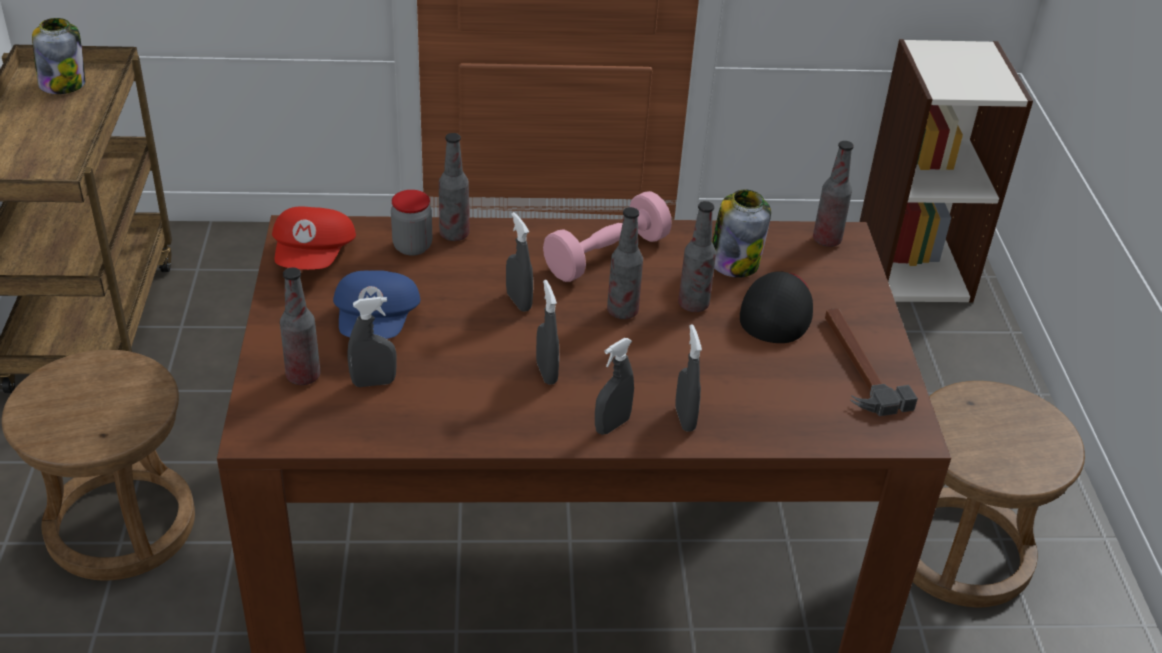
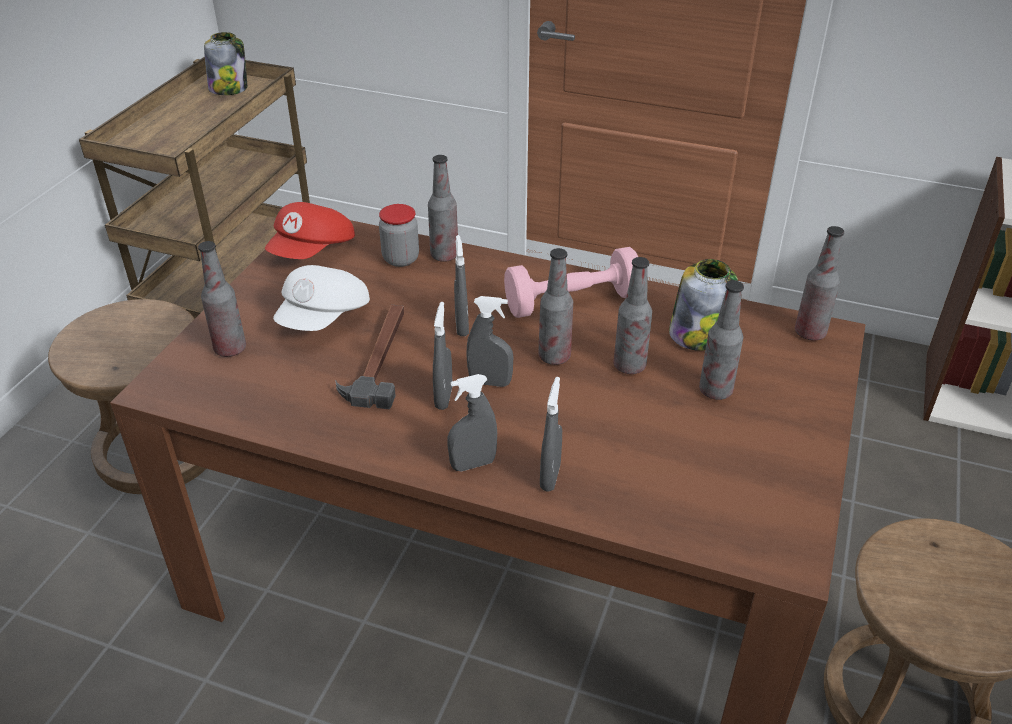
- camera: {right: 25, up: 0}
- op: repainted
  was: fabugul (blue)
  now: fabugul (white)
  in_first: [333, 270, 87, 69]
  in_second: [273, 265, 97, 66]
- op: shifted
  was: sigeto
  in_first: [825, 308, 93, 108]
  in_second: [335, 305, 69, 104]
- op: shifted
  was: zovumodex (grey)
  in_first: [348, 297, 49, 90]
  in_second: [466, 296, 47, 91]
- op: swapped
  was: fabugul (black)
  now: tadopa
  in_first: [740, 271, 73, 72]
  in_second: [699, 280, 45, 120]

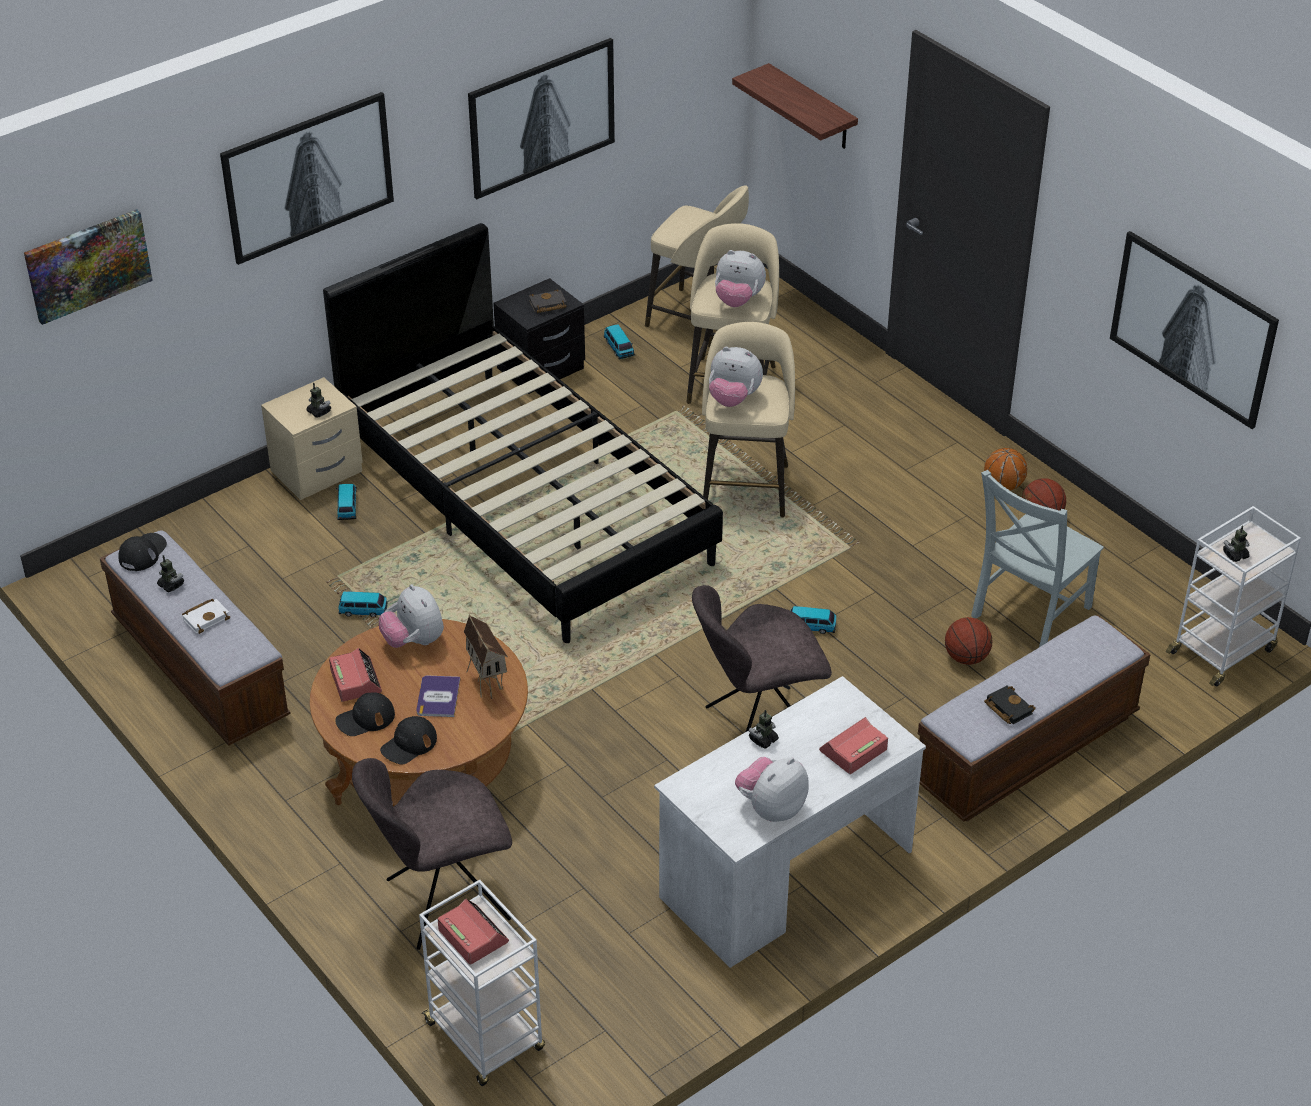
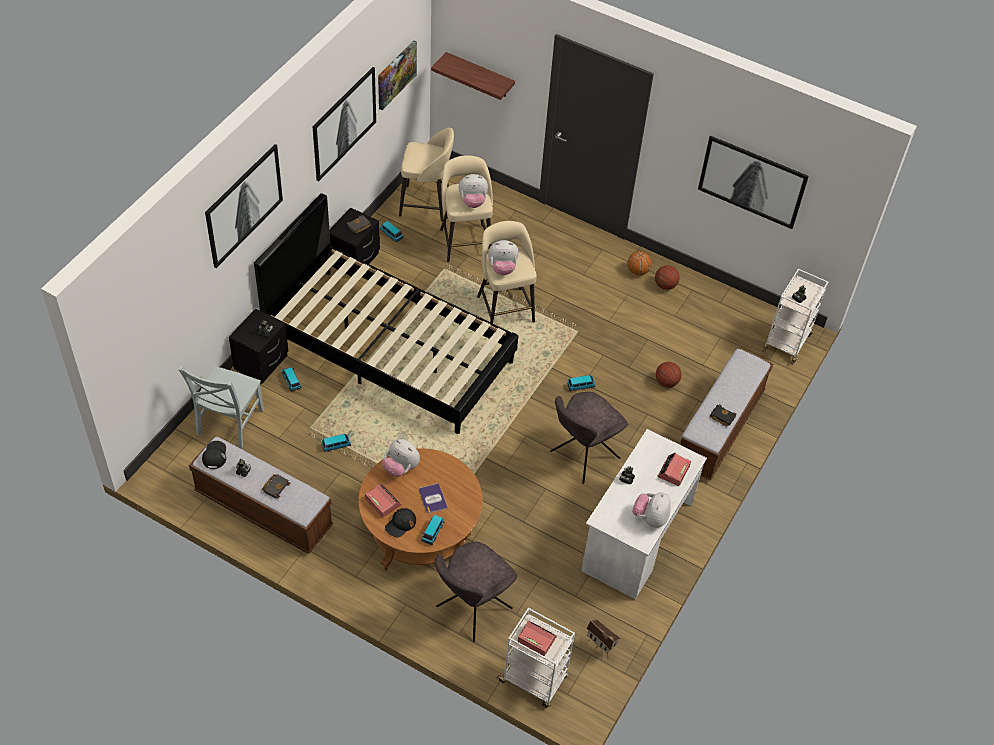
- camera: {right: -25, up: 10}
- op: shifted
  was: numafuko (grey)
  in_first: [971, 470, 133, 177]
  in_second: [178, 366, 86, 83]
- op: repainted
  was: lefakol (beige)
  now: lefakol (black)
  in_first: [261, 377, 102, 123]
  in_second: [229, 309, 59, 75]
- op: repainted
  was: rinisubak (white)
  now: rinisubak (black)
  in_first: [182, 599, 48, 35]
  in_second: [262, 474, 29, 25]
- op: shifted
  was: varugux
  in_first: [24, 209, 129, 116]
  in_second: [378, 40, 39, 70]
- op: swapped
  was: fabugul (black)
  now: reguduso
  in_first: [380, 716, 57, 48]
  in_second: [421, 515, 24, 30]
- op: shifted
  was: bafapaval
  in_first: [464, 615, 44, 84]
  in_second: [586, 619, 35, 39]

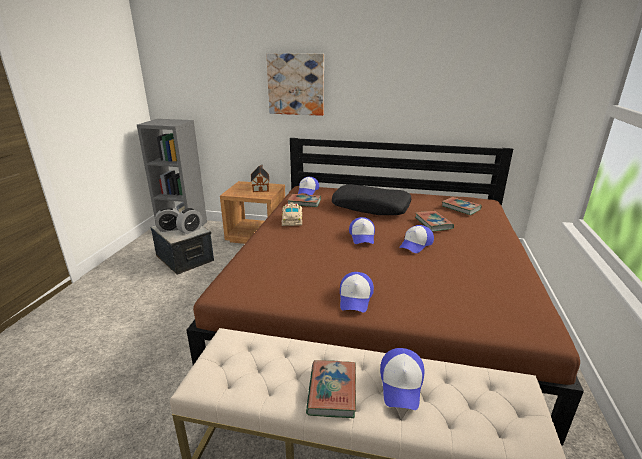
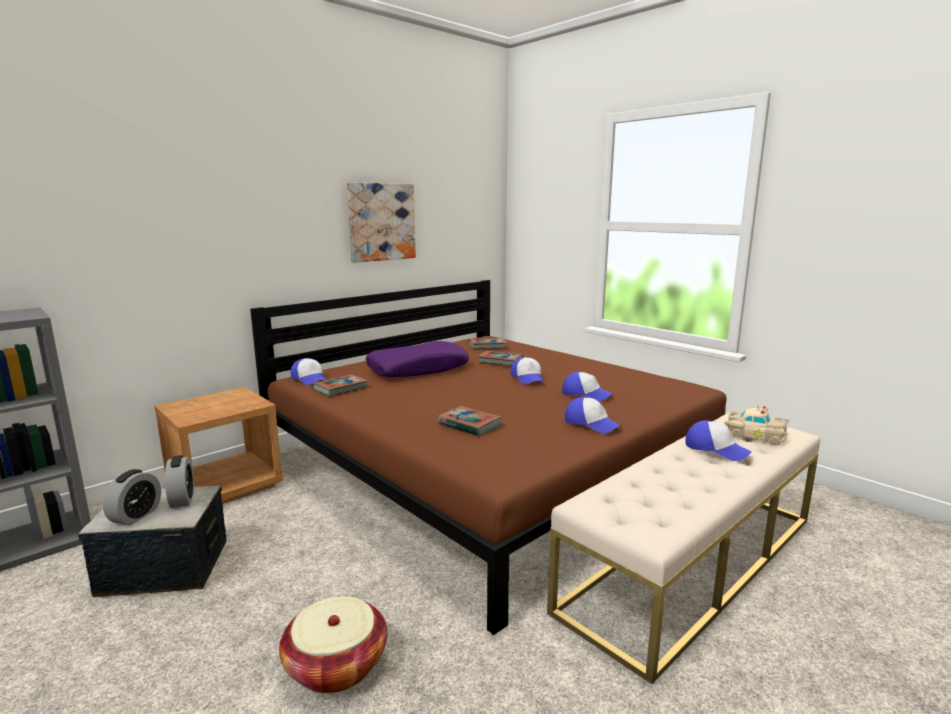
- camera: {right: -55, up: -10}
- op: new
  now: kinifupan
  in_second: [279, 596, 108, 97]
- op: shifted
  was: varugux
  in_first: [266, 53, 58, 63]
  in_second: [347, 182, 69, 80]
- op: repainted
  was: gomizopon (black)
  now: gomizopon (purple)
  in_first: [332, 184, 79, 31]
  in_second: [366, 341, 103, 36]
- op: shifted
  was: rinisubak
  in_first: [306, 360, 50, 58]
  in_second: [437, 406, 65, 30]
- op: shifted
  was: fabugul
  in_first: [349, 217, 26, 27]
  in_second: [562, 372, 51, 29]
- op: shifted
  was: reguduso (beige)
  in_first: [282, 202, 20, 24]
  in_second: [724, 405, 65, 40]
- op: gone
  was: bafapaval
  in_first: [251, 165, 19, 27]

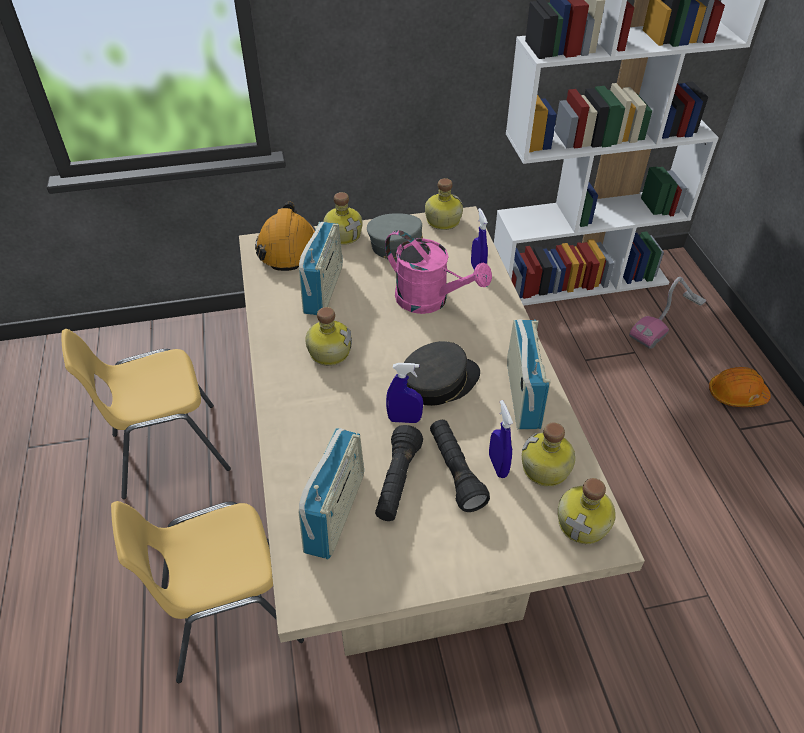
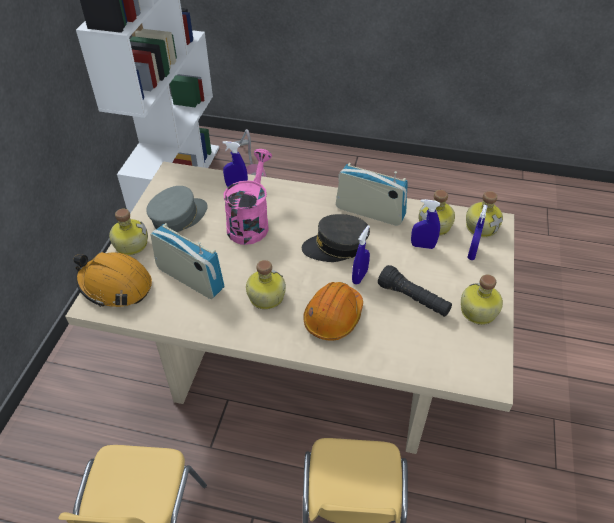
- camera: {right: -65, up: 0}
- op: rotated
  was: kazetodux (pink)
  in_first: [385, 230, 107, 84]
  in_second: [224, 149, 48, 96]
  clockwise: -45
- op: rotated
  was: fabugul (grey)
  in_first: [404, 341, 76, 65]
  in_second: [302, 214, 68, 48]
  clockwise: -90
- op: shifted
  was: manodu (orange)
  in_first: [709, 367, 62, 40]
  in_second: [303, 282, 60, 59]
- op: shifted
  was: tadopa
  in_first: [425, 178, 38, 52]
  in_second: [461, 275, 42, 50]
- op: new
  now: zovumodex (blue)
  in_second: [467, 205, 20, 55]
- op: gone
  was: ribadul
  in_first: [298, 428, 66, 131]
- op: gone
  was: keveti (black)
  in_first: [430, 420, 60, 92]

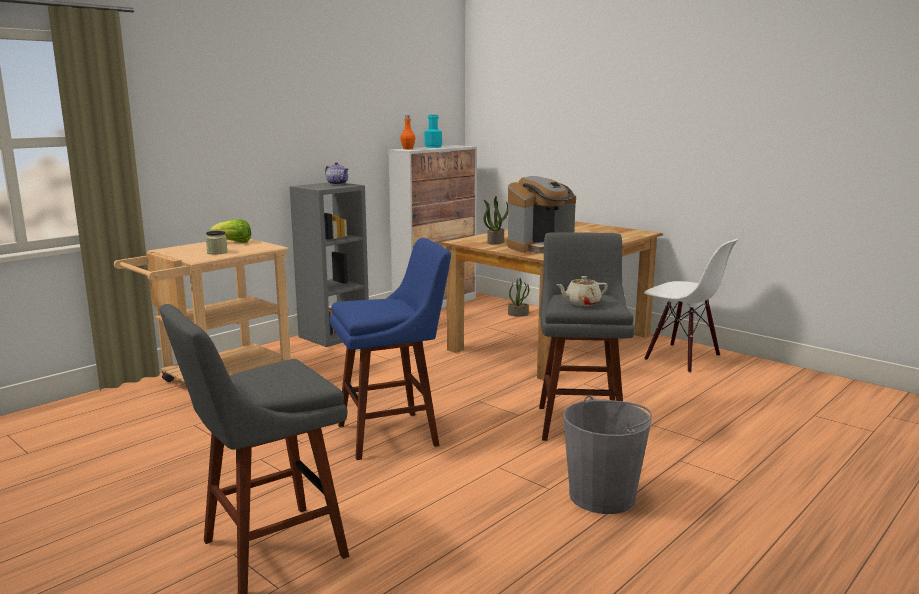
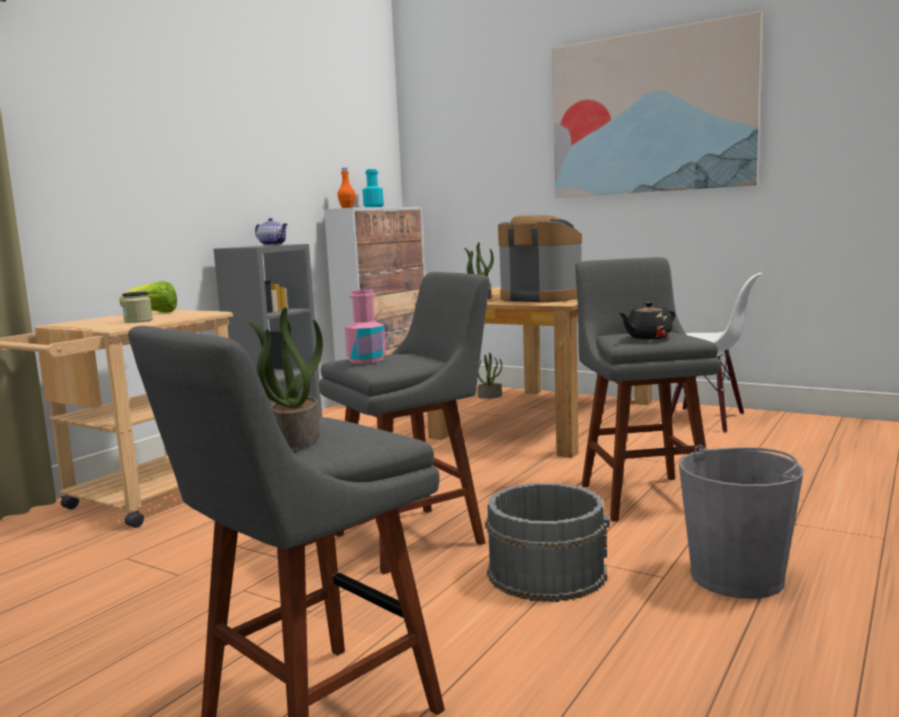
- camera: {right: -10, up: -5}
- op: new
  now: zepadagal
  in_second: [249, 307, 74, 141]
- op: repainted
  was: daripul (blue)
  now: daripul (grey)
  in_first: [330, 238, 121, 222]
  in_second: [319, 272, 170, 303]
- op: new
  now: tadopa (pink)
  in_second: [345, 289, 41, 75]
- op: new
  now: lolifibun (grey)
  in_second: [485, 483, 125, 119]
- op: rotated
  was: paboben
  in_first: [507, 176, 69, 78]
  in_second: [498, 213, 84, 89]
  clockwise: -105
- op: new
  now: varugux
  in_second: [553, 11, 209, 186]
- op: repainted
  was: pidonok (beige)
  now: pidonok (black)
  in_first: [556, 276, 52, 30]
  in_second: [619, 302, 56, 37]

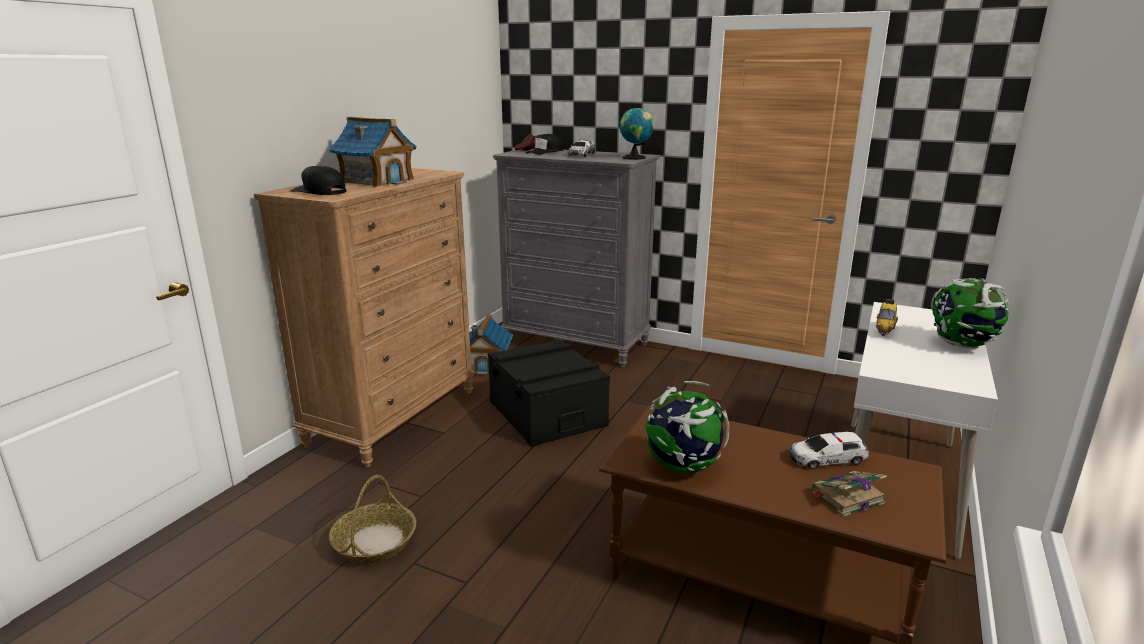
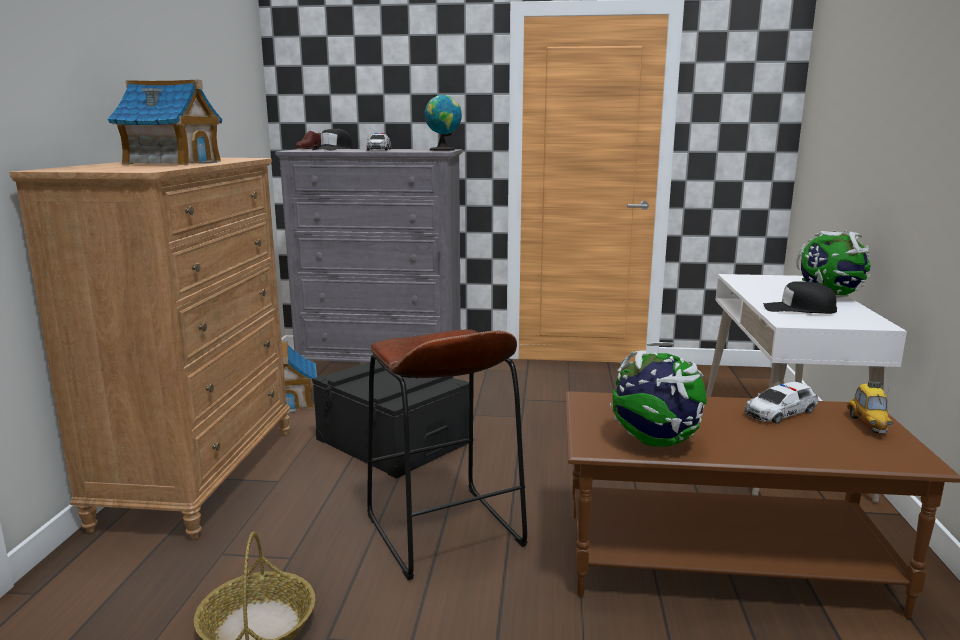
- camera: {right: -20, up: -5}
- op: new
  now: daripul (brown)
  in_second: [367, 329, 160, 251]
- op: shifted
  was: fabugul (black)
  in_first: [291, 166, 55, 29]
  in_second: [763, 281, 74, 33]
- op: shifted
  was: reguduso
  in_first: [876, 299, 22, 37]
  in_second: [847, 381, 46, 52]
- op: gone
  was: rinisubak
  in_first: [809, 471, 78, 45]

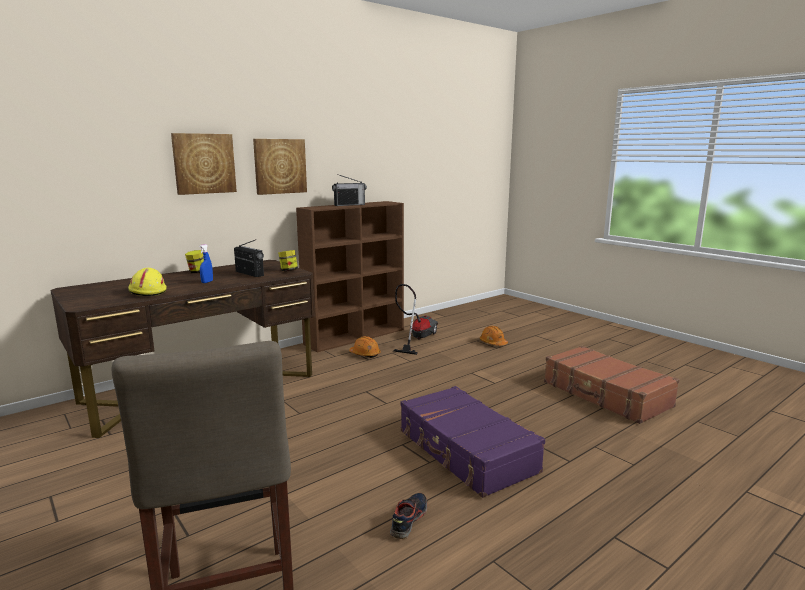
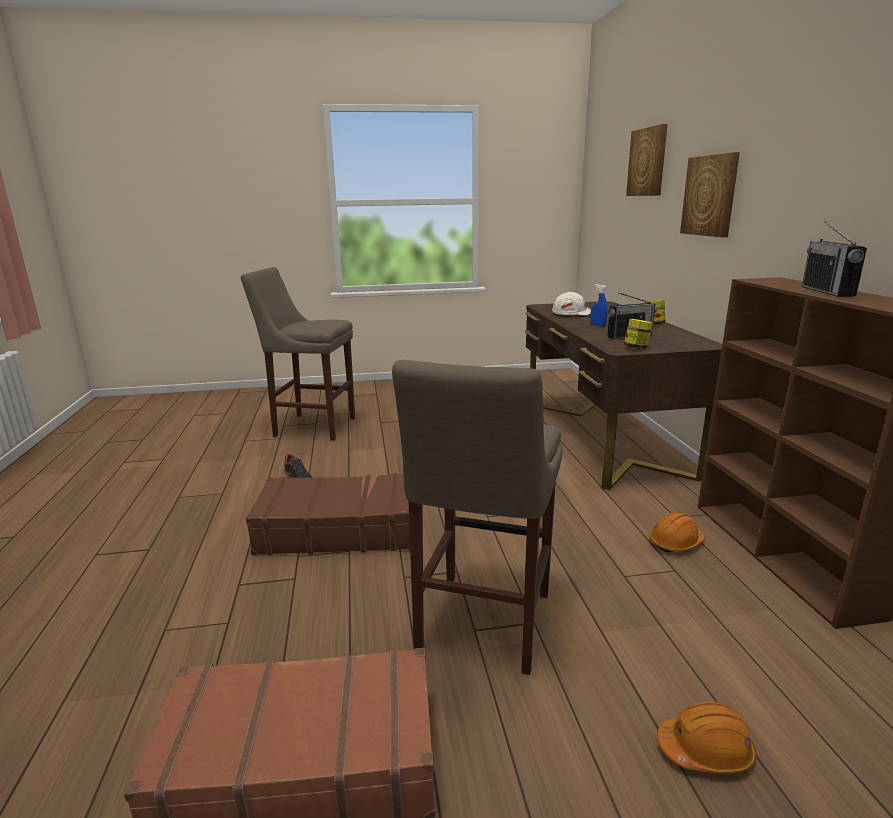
- camera: {right: 120, up: 5}
- op: repainted
  was: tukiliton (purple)
  now: tukiliton (brown)
  in_first: [401, 386, 144, 112]
  in_second: [246, 473, 164, 82]
- op: new
  now: daripul (beige)
  in_second: [392, 360, 171, 315]
- op: repainted
  was: manodu (yellow)
  now: manodu (white)
  in_first: [128, 268, 39, 28]
  in_second: [552, 292, 39, 25]
- op: shifted
  was: varugux
  in_first: [253, 139, 54, 56]
  in_second: [626, 124, 41, 72]
- op: gone
  was: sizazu
  in_first: [393, 284, 45, 71]

